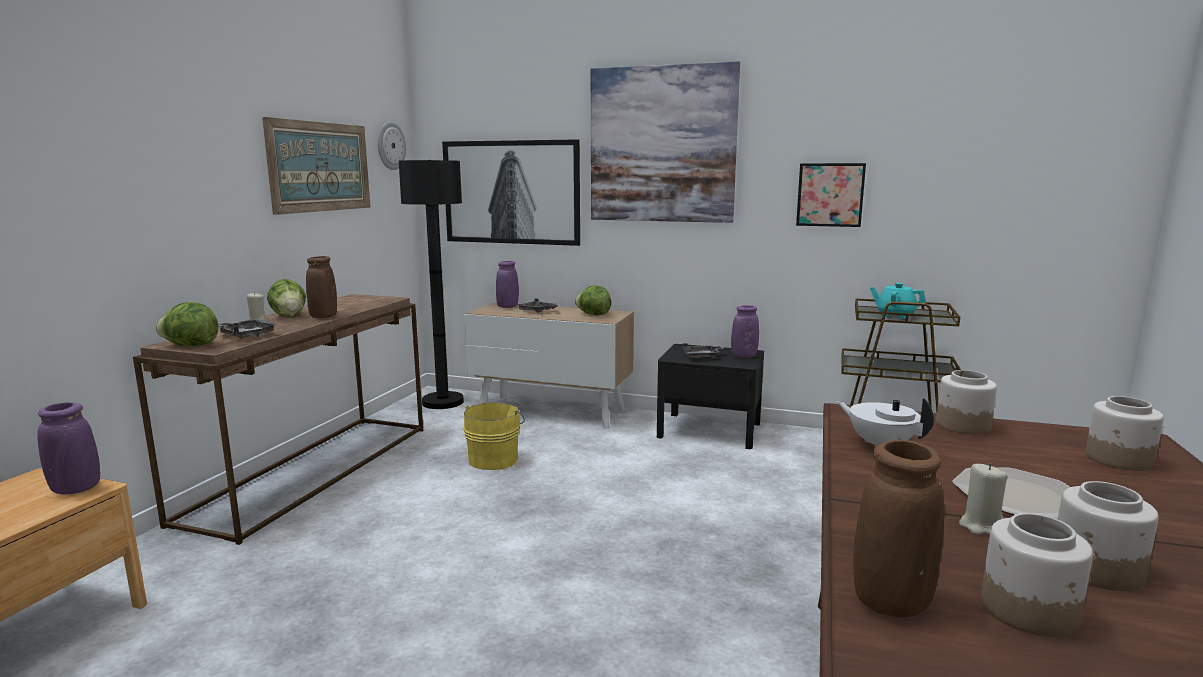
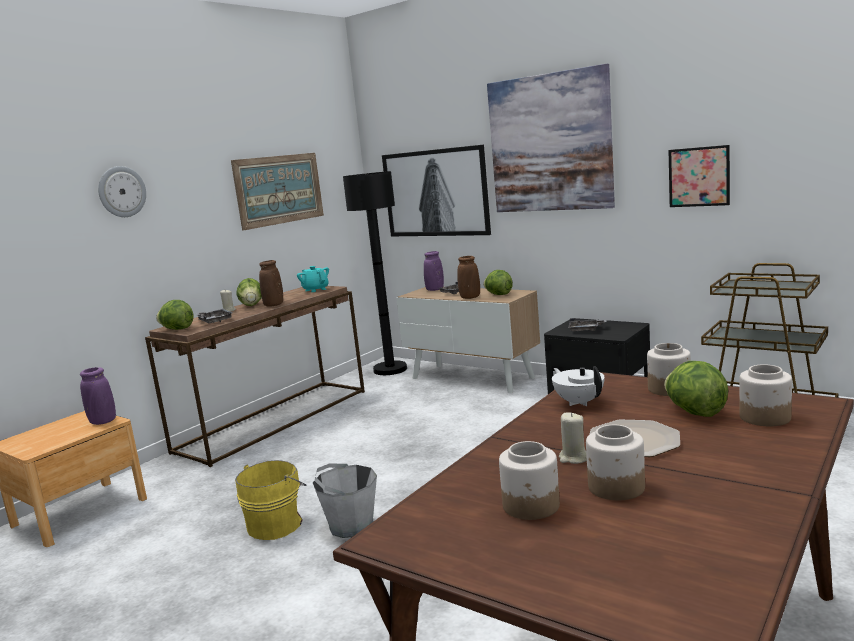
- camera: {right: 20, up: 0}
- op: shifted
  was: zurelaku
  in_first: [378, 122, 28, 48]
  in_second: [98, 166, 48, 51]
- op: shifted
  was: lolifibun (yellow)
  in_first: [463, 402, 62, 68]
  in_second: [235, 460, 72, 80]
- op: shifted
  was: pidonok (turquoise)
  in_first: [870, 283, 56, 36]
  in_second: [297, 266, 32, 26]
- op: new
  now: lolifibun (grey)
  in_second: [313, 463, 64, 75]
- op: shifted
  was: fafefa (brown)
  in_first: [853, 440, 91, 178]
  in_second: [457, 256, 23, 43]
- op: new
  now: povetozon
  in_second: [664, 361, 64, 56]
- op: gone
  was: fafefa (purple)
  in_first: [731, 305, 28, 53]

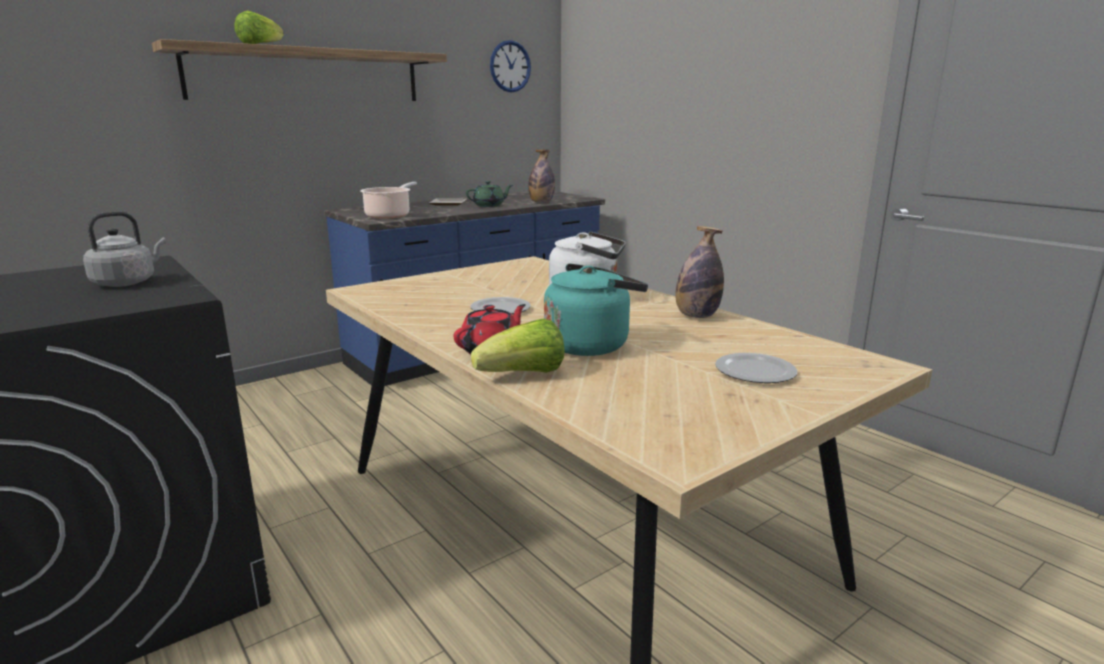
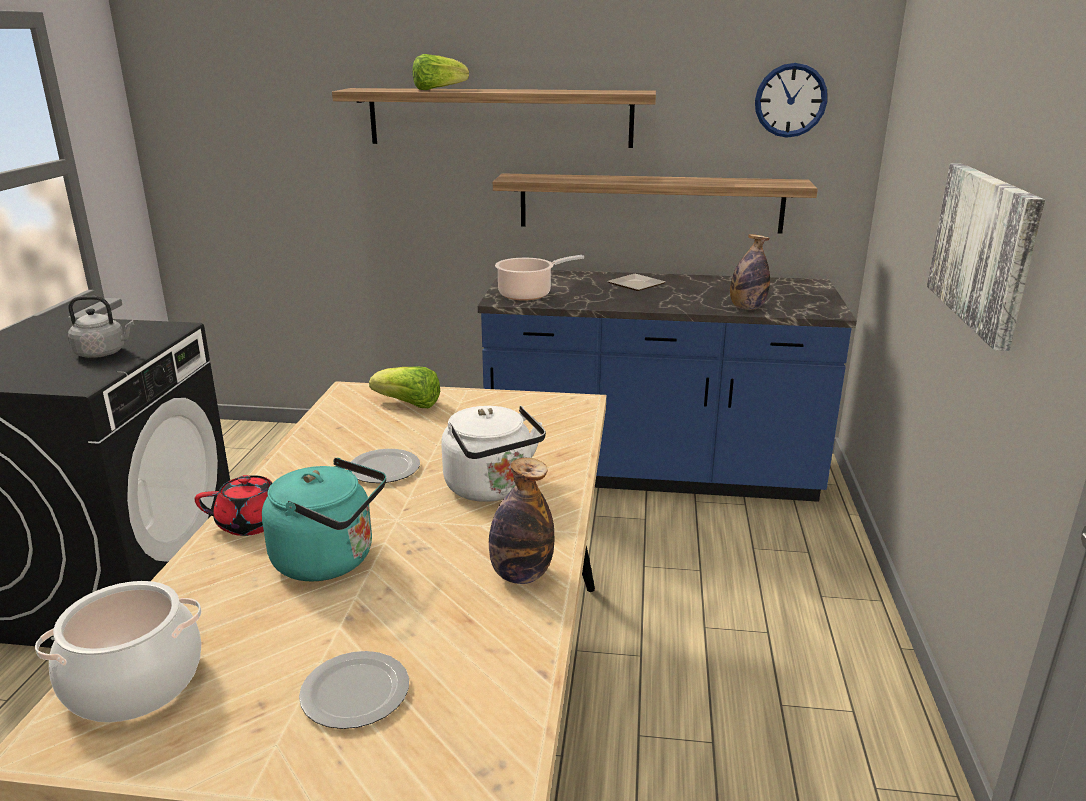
- camera: {right: 45, up: 5}
- op: new
  now: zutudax
  in_second: [35, 581, 166, 142]
- op: shifted
  was: povetozon
  in_first: [471, 319, 94, 54]
  in_second: [369, 366, 71, 42]
- op: new
  now: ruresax
  in_second: [493, 173, 325, 61]
- op: new
  now: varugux
  in_second: [927, 163, 118, 188]
- op: gone
  was: pidonok (green)
  in_first: [466, 181, 47, 26]

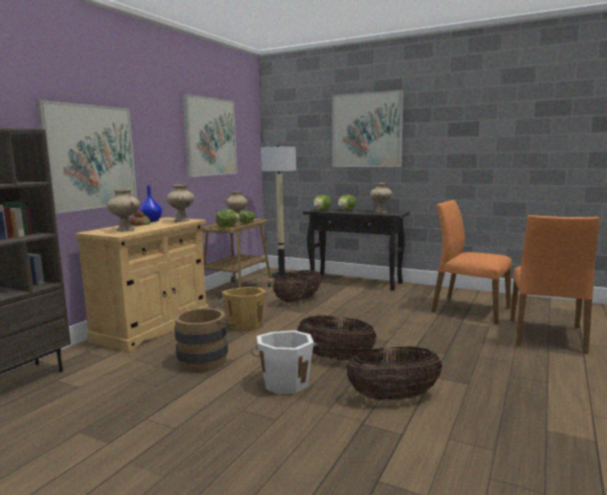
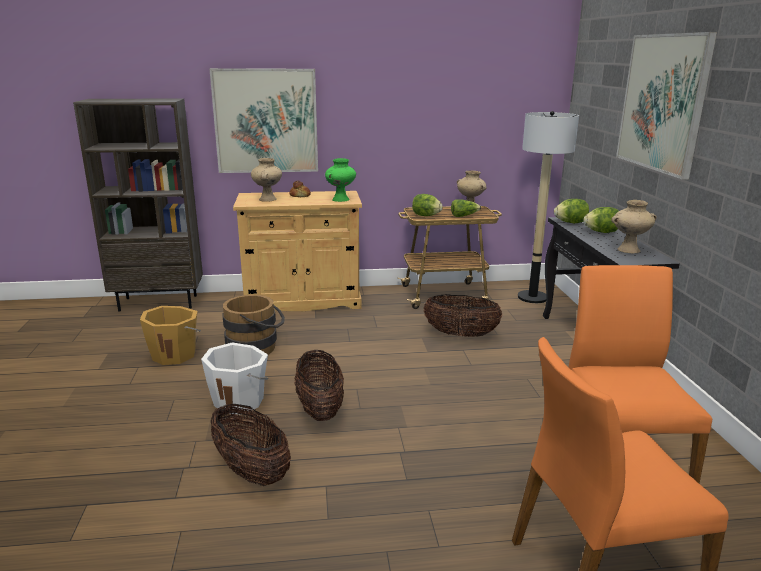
- camera: {right: 55, up: 10}
- op: shifted
  was: lolifibun (orange)
  in_first: [219, 287, 48, 44]
  in_second: [140, 306, 61, 59]
- op: repainted
  was: fafefa (beige)
  now: fafefa (green)
  in_first: [166, 185, 29, 37]
  in_second: [325, 158, 31, 44]
- op: gone
  was: fafefa (blue)
  in_first: [139, 185, 23, 37]
- op: gone
  was: varugux
  in_first: [182, 94, 55, 83]

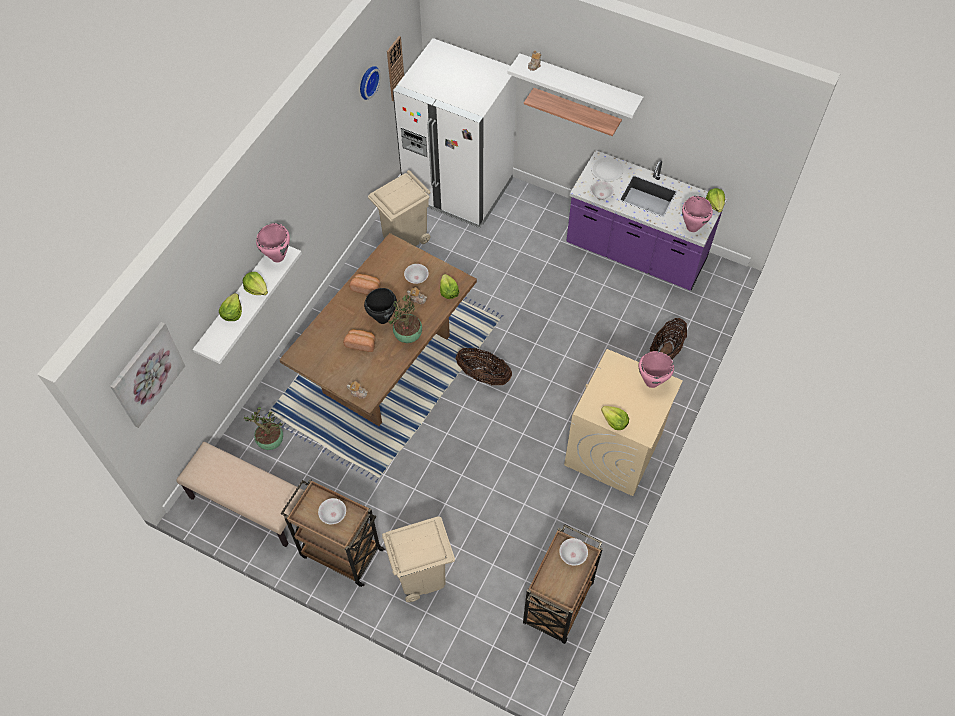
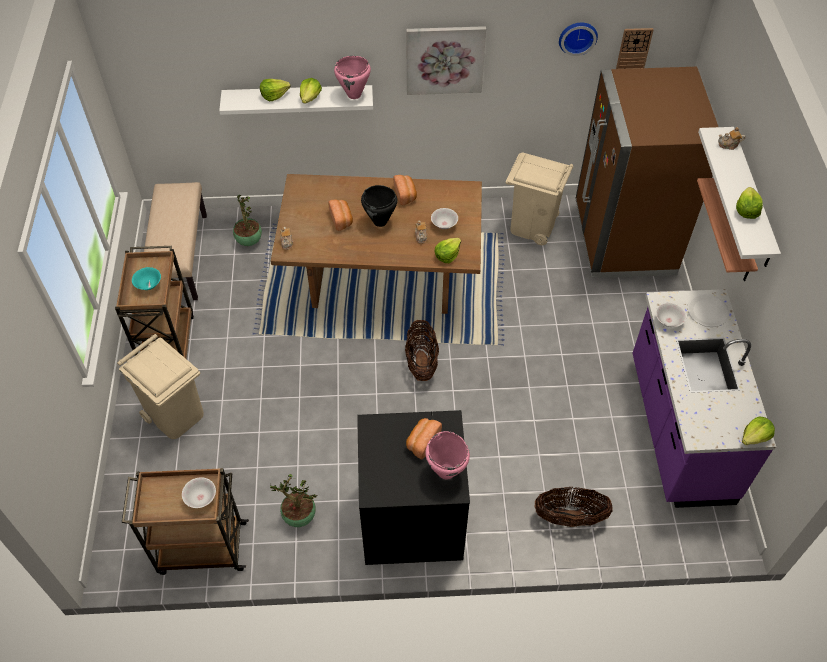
- camera: {right: 60, up: -5}
- op: repainted
  was: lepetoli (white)
  now: lepetoli (turquoise)
  in_first: [318, 498, 28, 26]
  in_second: [132, 267, 29, 23]
- op: shifted
  was: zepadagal
  in_first: [388, 295, 34, 48]
  in_second: [270, 474, 48, 53]
- op: repainted
  was: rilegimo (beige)
  now: rilegimo (black)
  in_first: [564, 349, 119, 147]
  in_second: [357, 410, 113, 155]
- op: shifted
  was: varugux
  in_first: [110, 322, 75, 106]
  in_second: [406, 26, 80, 69]
- op: new
  now: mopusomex
  in_second: [406, 418, 36, 41]
- op: repainted
  was: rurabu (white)
  now: rurabu (brown)
  in_first: [393, 38, 124, 190]
  in_second: [576, 67, 142, 211]
- op: shifted
  was: povetozon
  in_first: [601, 406, 28, 24]
  in_second: [736, 187, 27, 32]
- op: gone
  was: zutudax (pink)
  in_first: [682, 196, 31, 36]

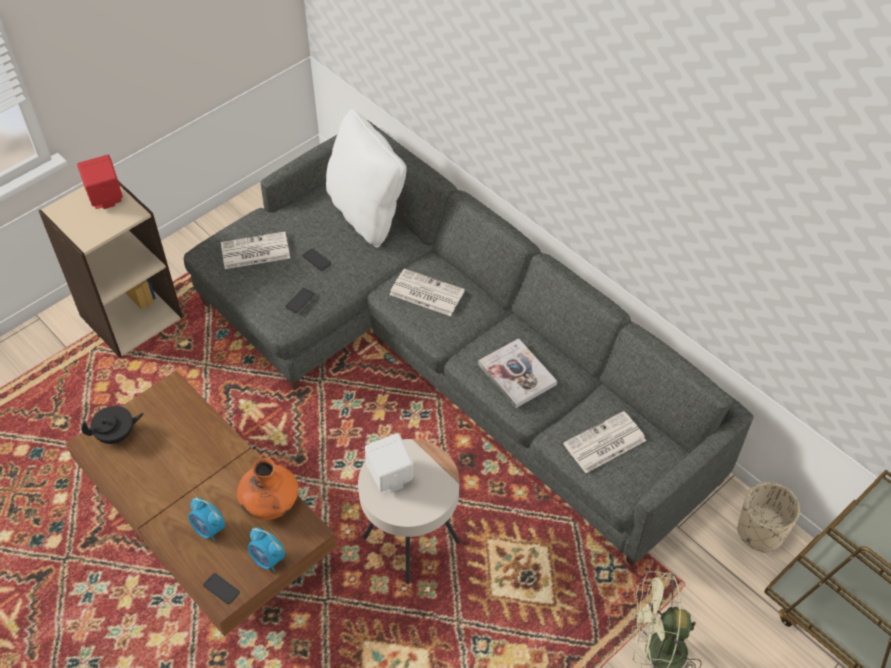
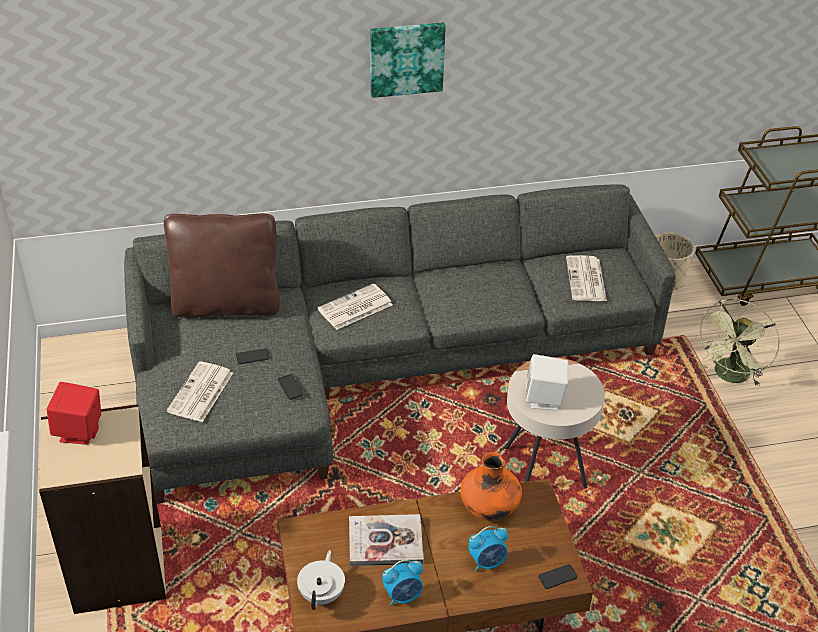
- camera: {right: -60, up: -10}
- op: repainted
  was: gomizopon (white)
  now: gomizopon (brown)
  in_first: [326, 109, 81, 139]
  in_second: [164, 213, 116, 104]
- op: repainted
  was: pidonok (black)
  now: pidonok (white)
  in_first: [81, 406, 63, 38]
  in_second: [297, 550, 48, 60]
- op: shifted
  was: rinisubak
  in_first: [478, 338, 79, 70]
  in_second: [349, 514, 75, 52]
- op: new
  now: varugux
  in_second: [370, 23, 76, 75]
- op: shifted
  was: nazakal
  in_first: [248, 527, 37, 45]
  in_second: [382, 560, 41, 46]

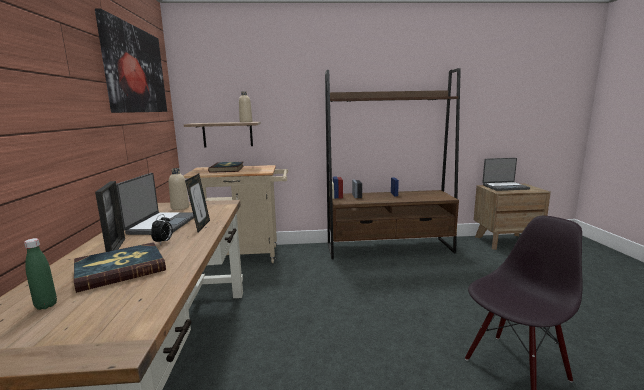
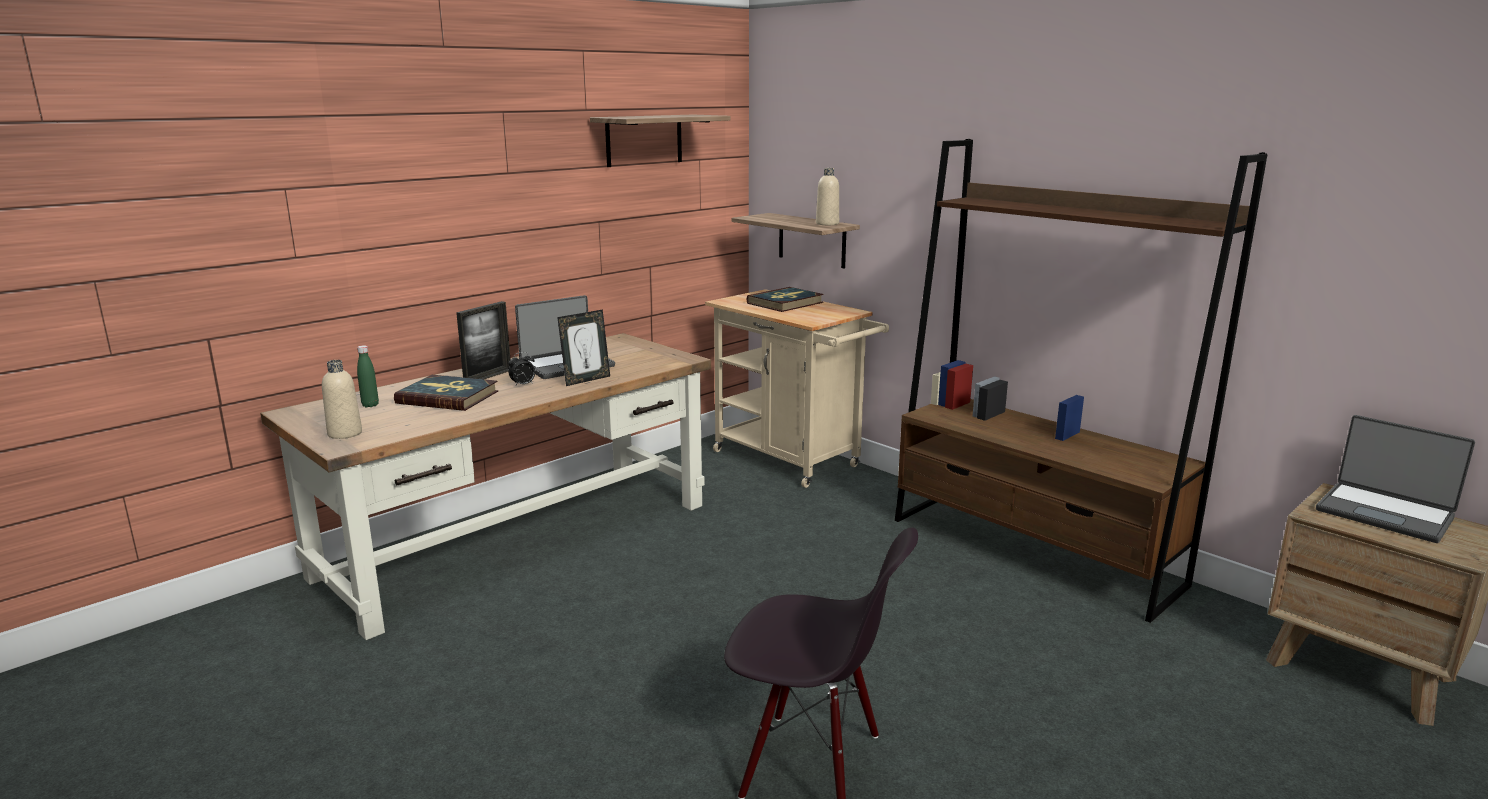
- camera: {right: 50, up: 5}
- op: shifted
  was: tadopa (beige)
  in_first: [169, 168, 20, 42]
  in_second: [322, 360, 40, 79]
- op: swapped
  was: varugux
  now: ruresax
  in_first: [95, 8, 72, 105]
  in_second: [590, 115, 141, 52]

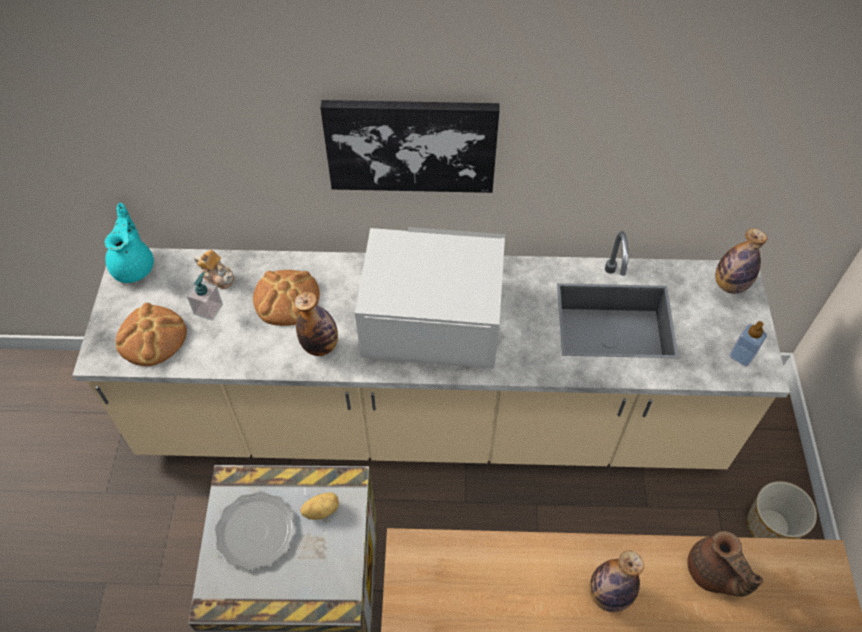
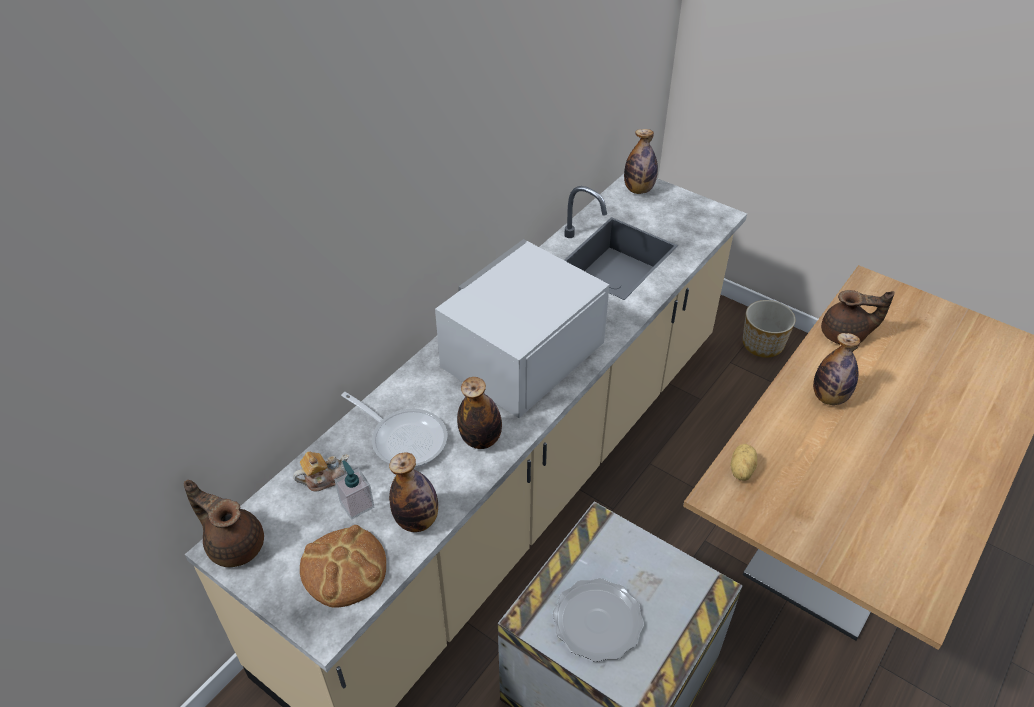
- camera: {right: -55, up: -10}
- op: repainted
  was: pidonok (turquoise)
  now: pidonok (brown)
  in_first: [105, 203, 49, 80]
  in_second: [184, 480, 80, 87]
- op: swapped
  was: mopusomex
  now: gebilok
  in_first: [253, 270, 67, 56]
  in_second: [341, 392, 106, 75]
- op: new
  now: tadopa
  in_second: [389, 452, 49, 80]
- op: shifted
  was: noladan
  in_first: [300, 493, 39, 27]
  in_second: [730, 444, 27, 37]
- op: gone
  was: varugux
  in_first: [320, 100, 180, 93]
- op: gone
  was: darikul
  in_first: [730, 321, 37, 46]

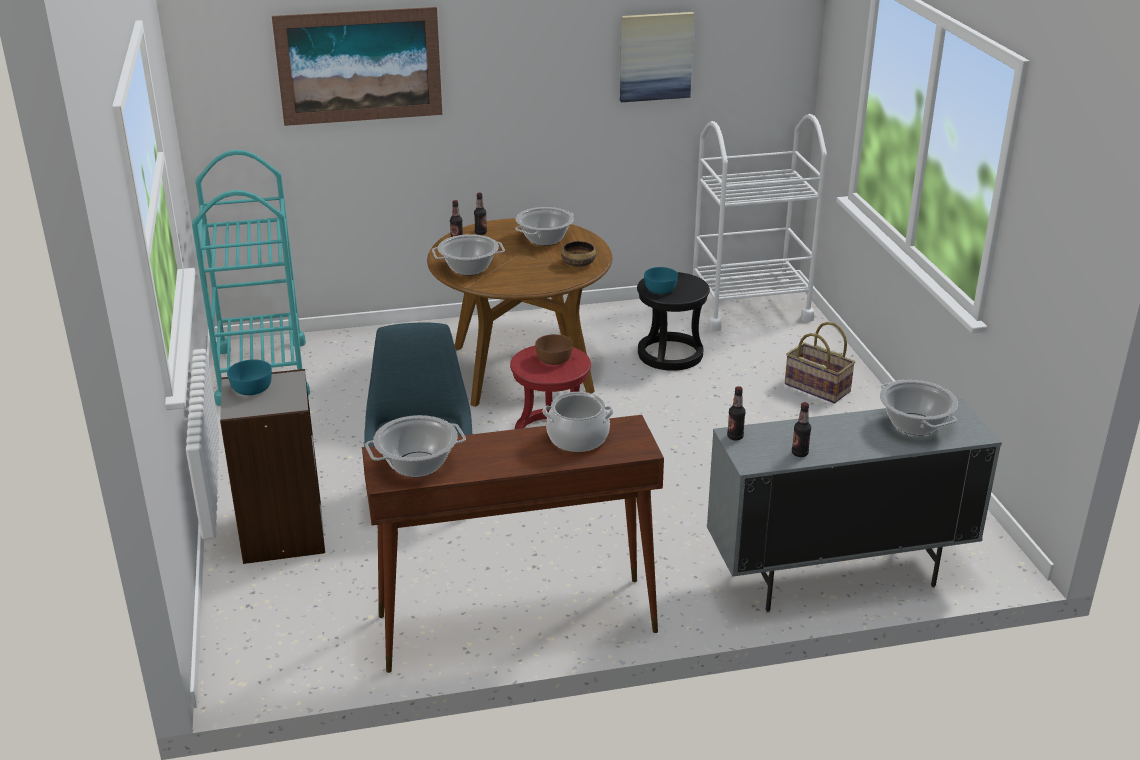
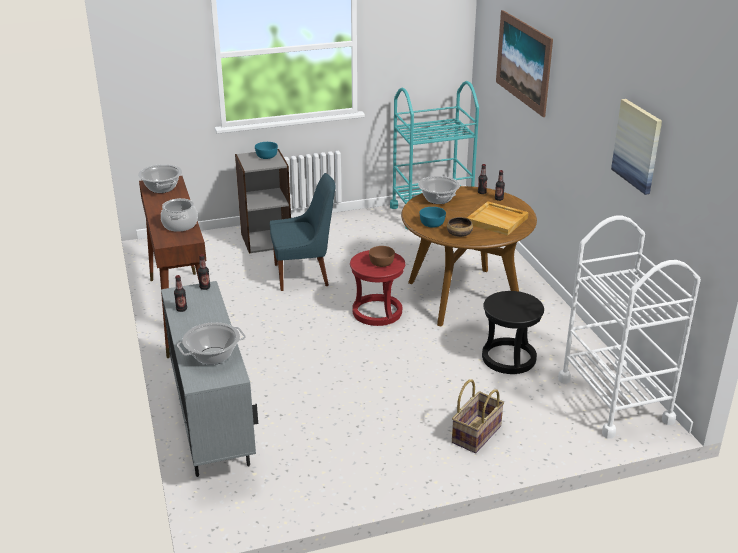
- camera: {right: 85, up: 0}
- op: shifted
  was: lepetoli (turquoise)
  in_first: [644, 267, 34, 27]
  in_second: [420, 207, 26, 21]
- op: swapped
  was: zutudax
  now: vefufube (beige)
  in_first: [515, 207, 59, 39]
  in_second: [467, 201, 61, 35]

